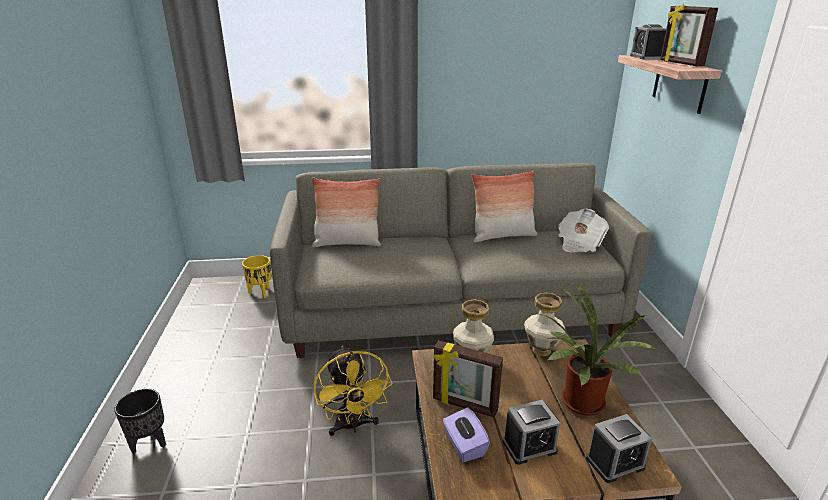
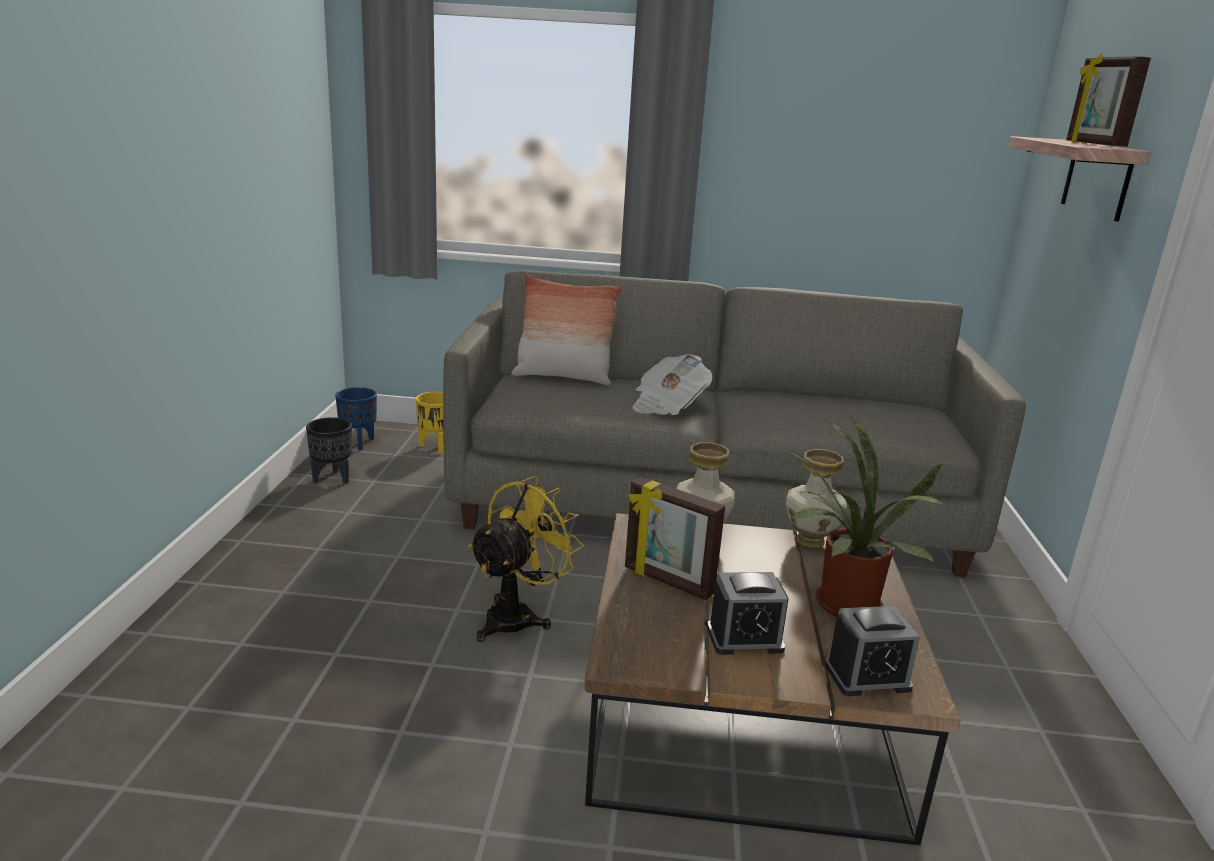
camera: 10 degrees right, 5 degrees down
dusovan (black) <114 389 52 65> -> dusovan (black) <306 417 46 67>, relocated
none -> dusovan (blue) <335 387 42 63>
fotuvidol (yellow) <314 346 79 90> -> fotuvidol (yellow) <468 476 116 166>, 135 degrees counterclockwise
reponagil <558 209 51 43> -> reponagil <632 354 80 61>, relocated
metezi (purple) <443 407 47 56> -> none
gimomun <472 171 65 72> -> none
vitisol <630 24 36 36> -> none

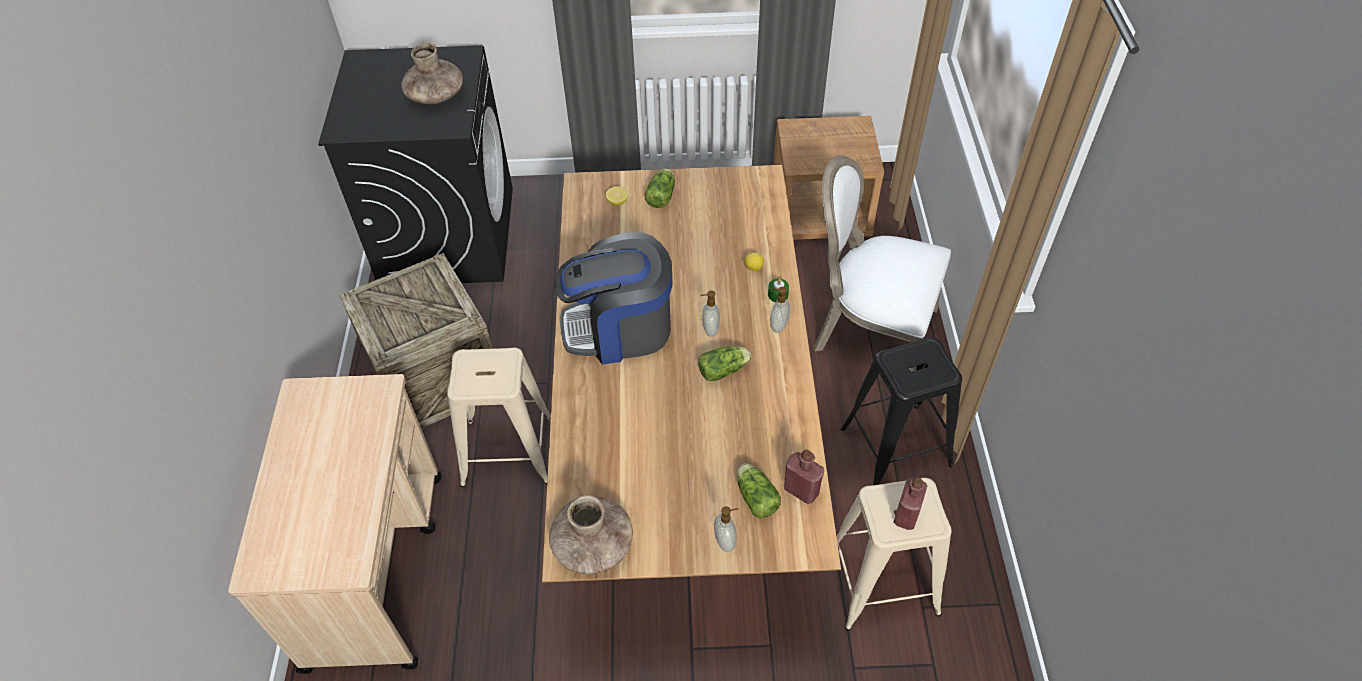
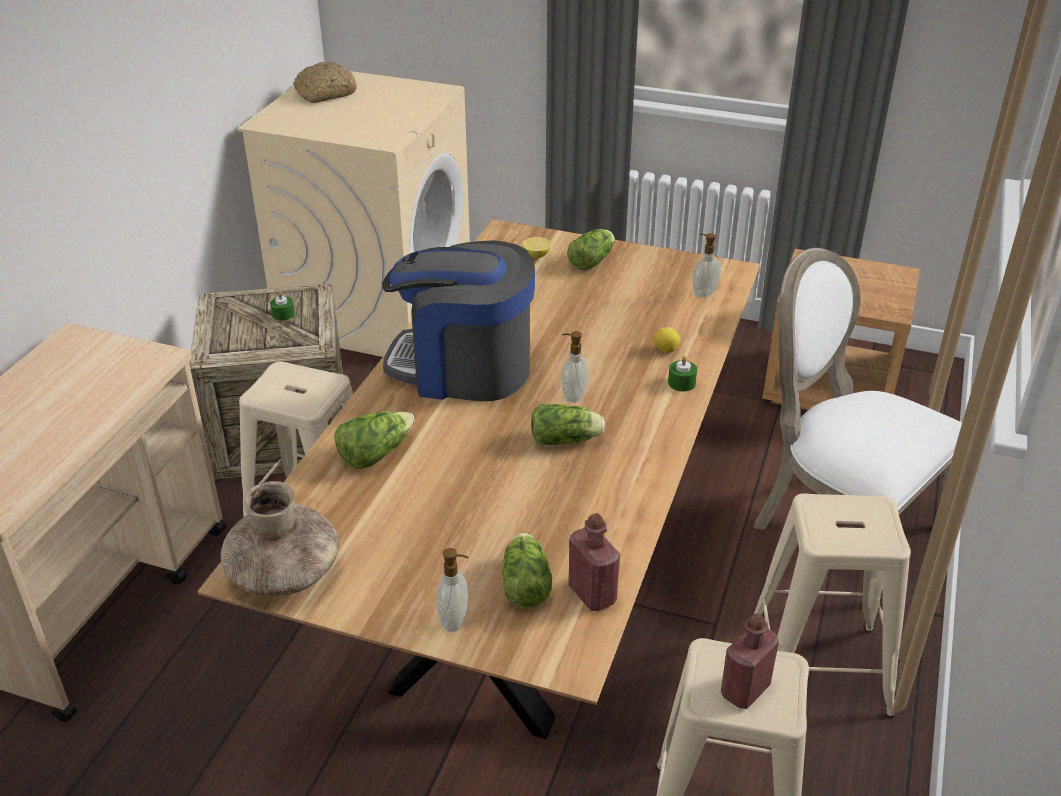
camera: 20 degrees right, 15 degrees down
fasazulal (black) <318 45 195 238> -> fasazulal (beige) <237 71 233 286>
none -> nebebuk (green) <270 291 25 30>
none -> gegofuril <293 61 64 42>
none -> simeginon <334 411 81 58>
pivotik <770 287 20 46> -> pivotik <693 233 28 65>, relocated
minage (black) <840 337 122 148> -> minage (beige) <753 493 158 225>
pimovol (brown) <401 43 62 61> -> none

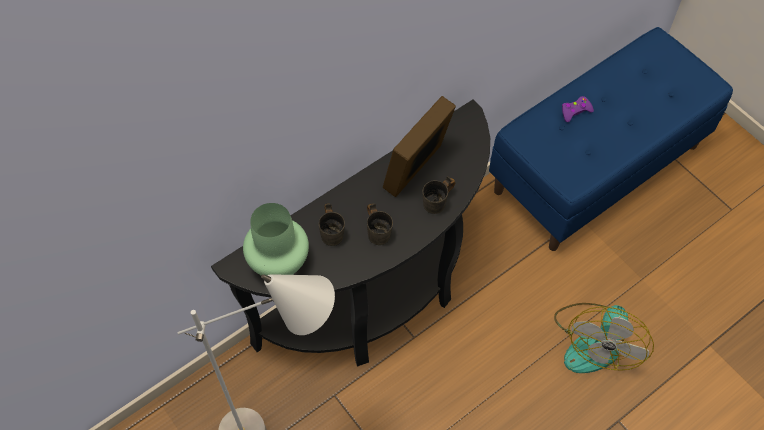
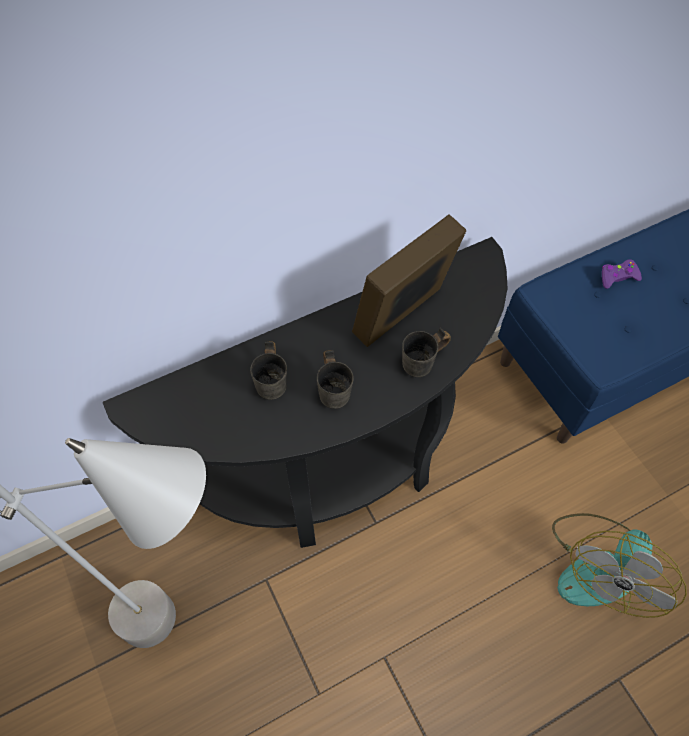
camera: 10 degrees right, 0 degrees up
pimovol (green) <243 203 66 73> -> none

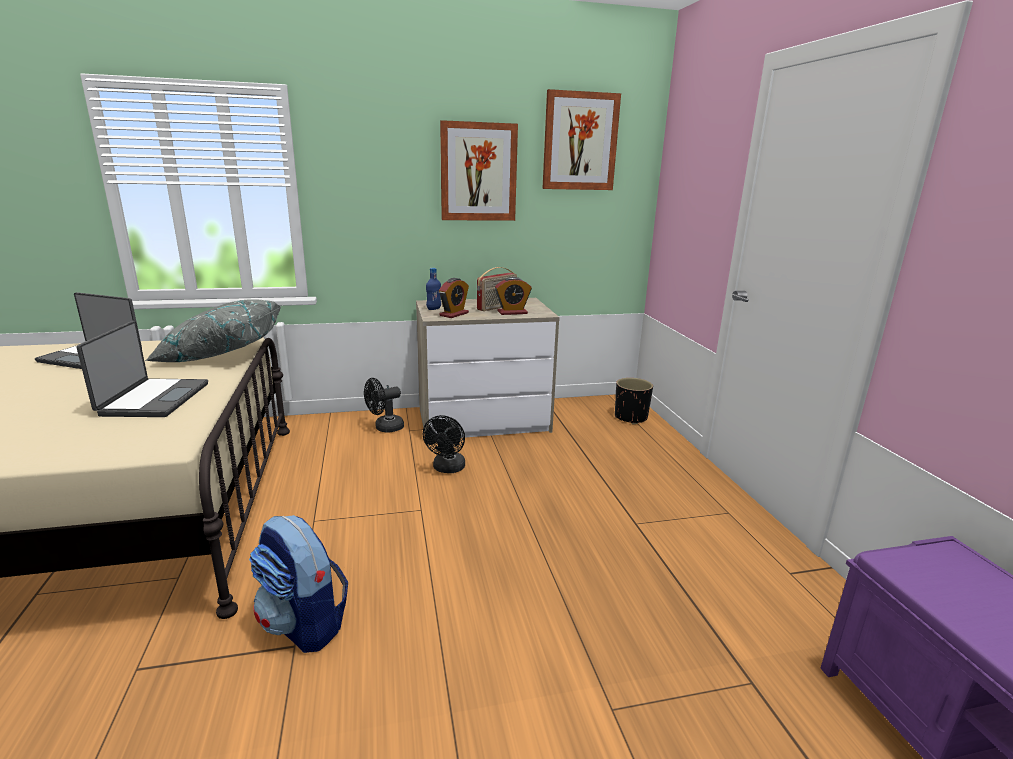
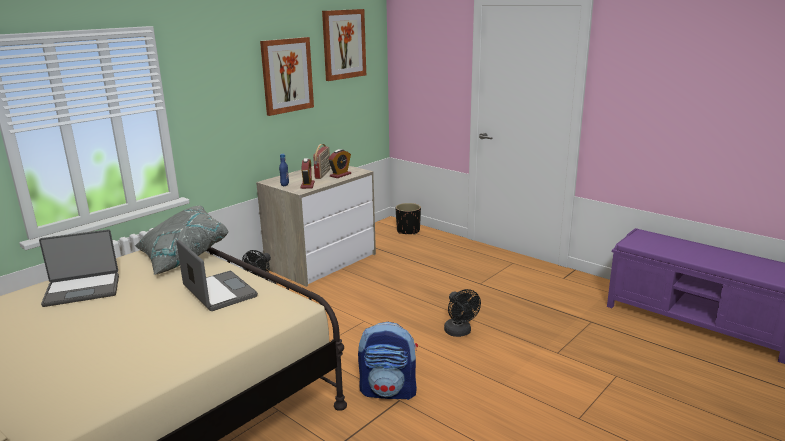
camera: 35 degrees left, 0 degrees up
fotuvidol (black) <423 415 42 58> -> fotuvidol (black) <444 289 37 48>, relocated

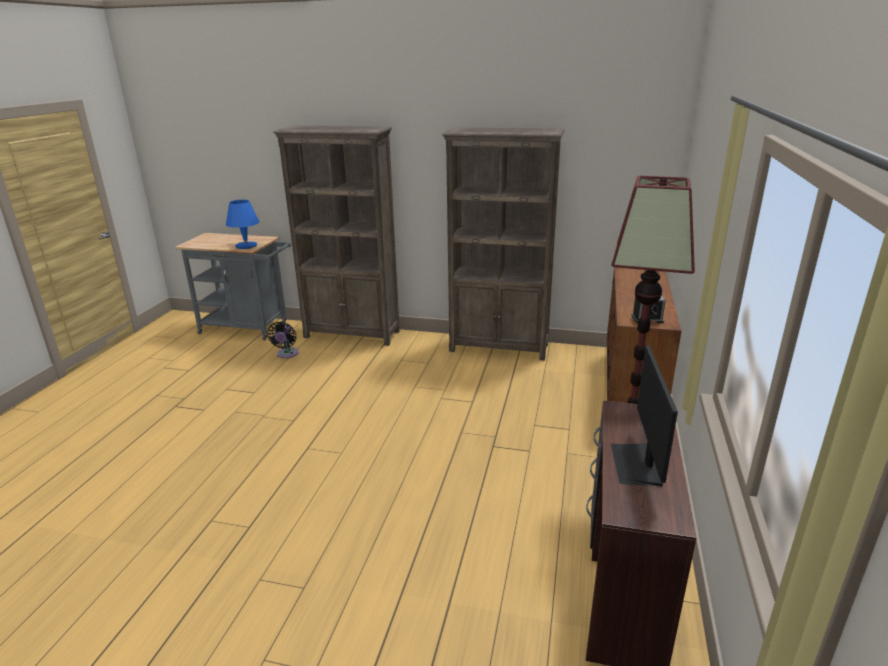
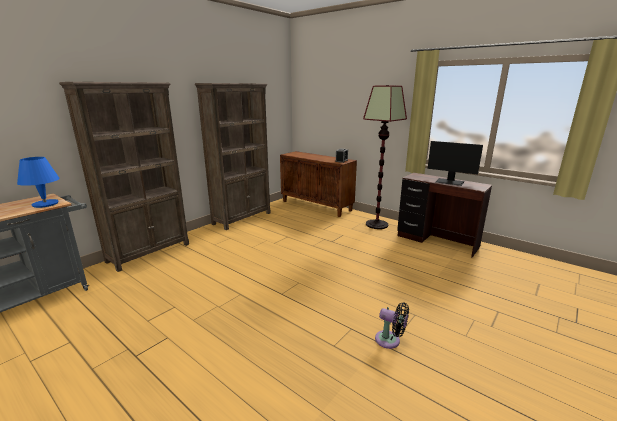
camera: 65 degrees left, 5 degrees down
fotuvidol (black) <267 322 32 36> -> fotuvidol (black) <375 302 34 47>, relocated

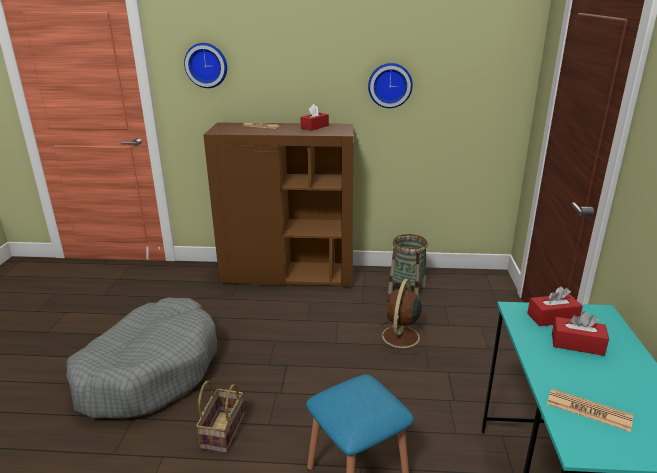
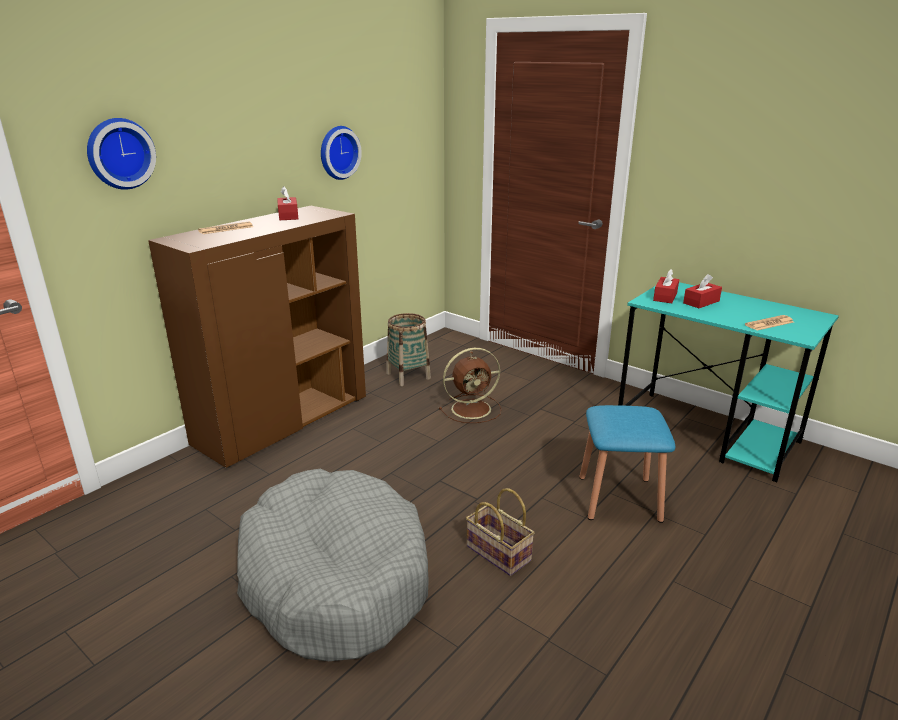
camera: 55 degrees left, 0 degrees up
fotuvidol (brown) <374 279 53 76> -> fotuvidol (brown) <439 348 63 75>, 75 degrees counterclockwise

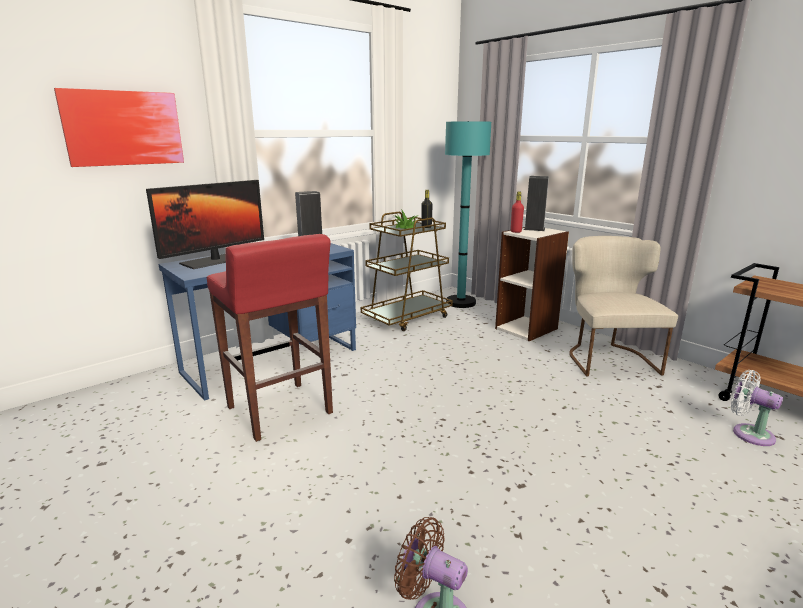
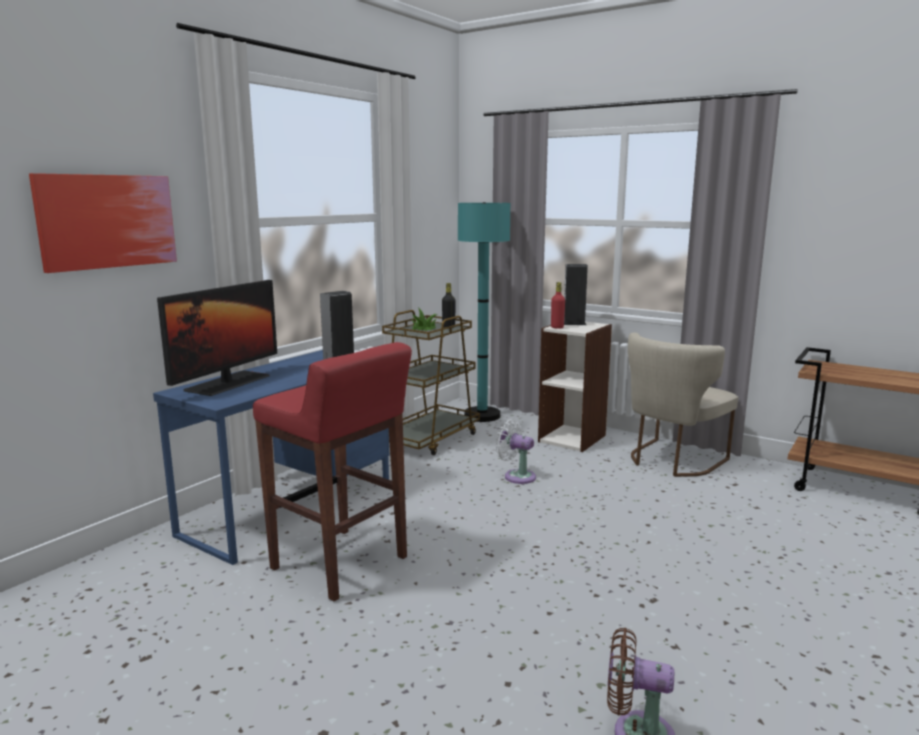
camera: 15 degrees left, 5 degrees down
fotuvidol (white) <731 370 52 76> -> fotuvidol (white) <495 419 41 65>, relocated
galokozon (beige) <569 236 109 140> -> galokozon (beige) <628 333 110 144>, 120 degrees counterclockwise

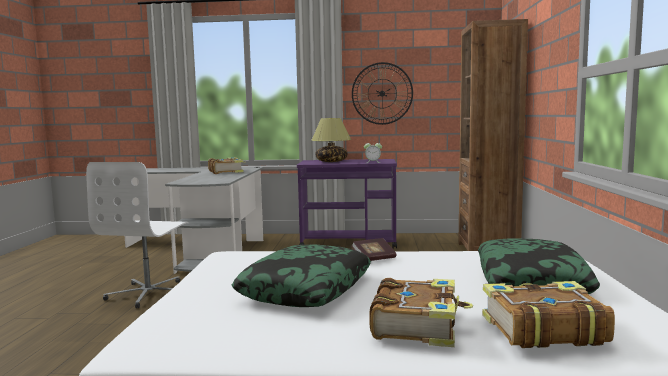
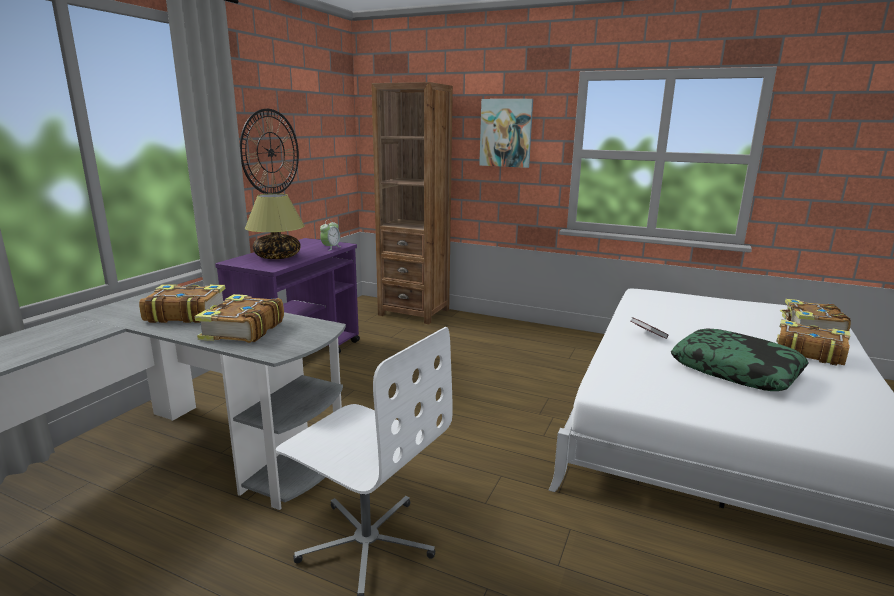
camera: 70 degrees left, 10 degrees up
none -> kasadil <195 294 89 49>
none -> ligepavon <479 99 54 69>
gimomun <478 238 122 56> -> none

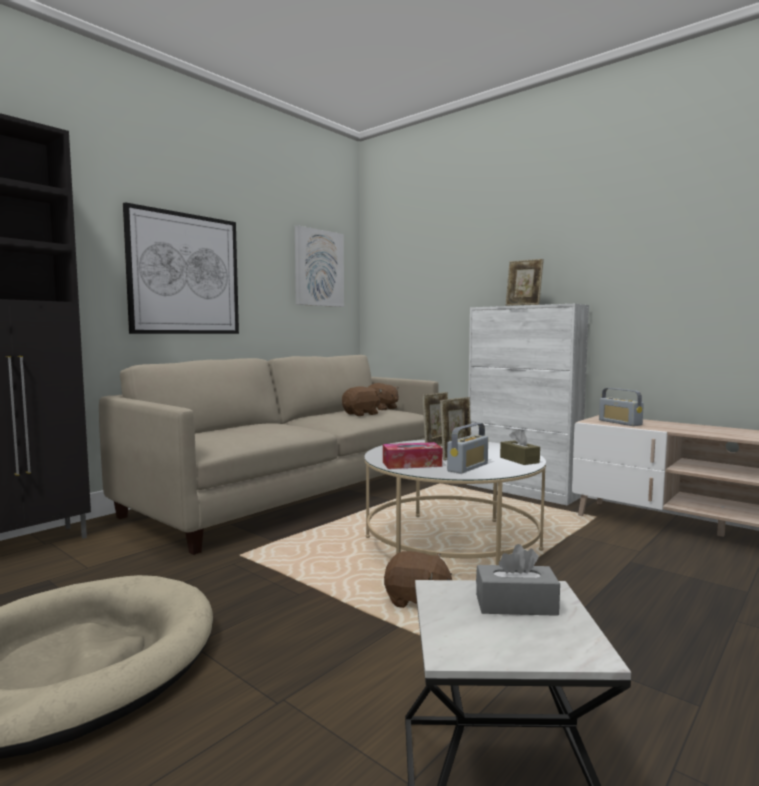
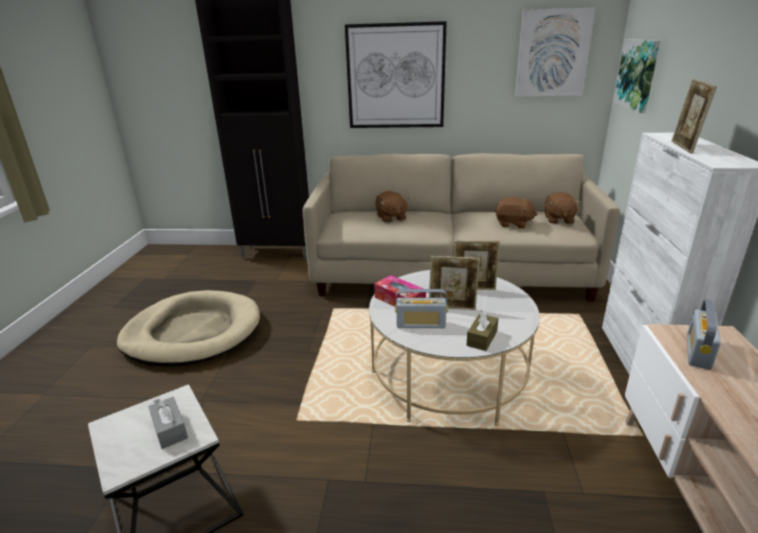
camera: 55 degrees right, 20 degrees up
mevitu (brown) <384 551 68 57> -> mevitu (brown) <376 191 33 32>, relocated
none -> ligepavon <613 39 47 74>

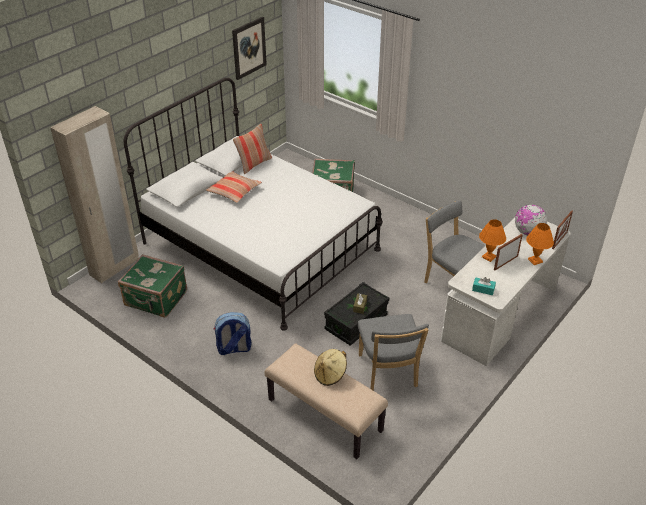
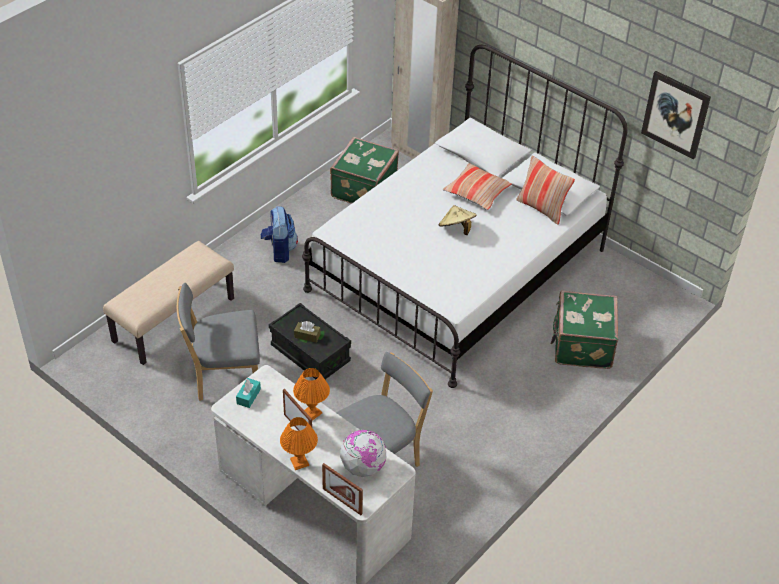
camera: 90 degrees right, 5 degrees up
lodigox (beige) <314 349 33 37> -> lodigox (beige) <438 205 39 30>, relocated

